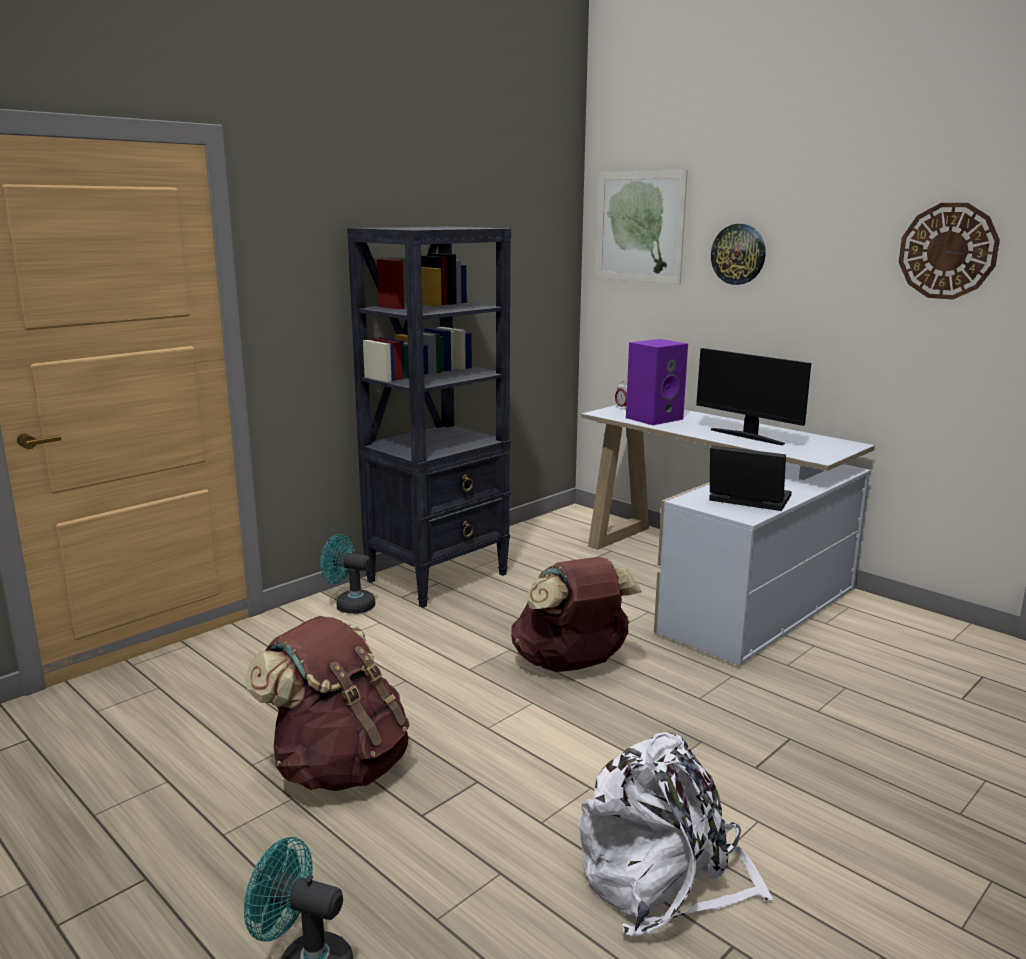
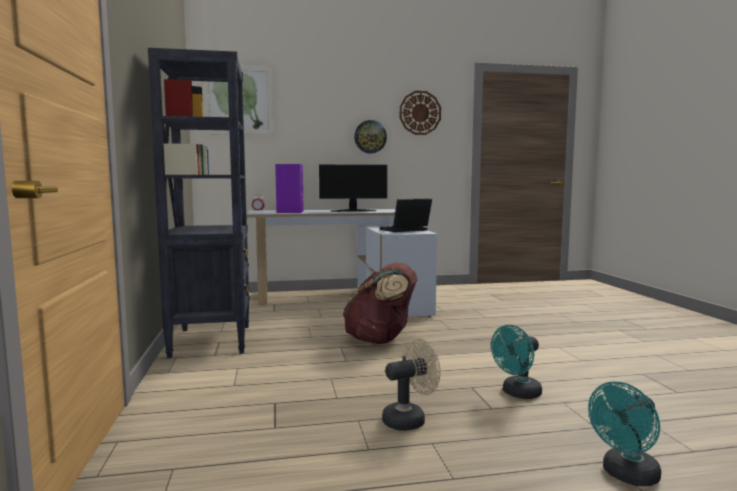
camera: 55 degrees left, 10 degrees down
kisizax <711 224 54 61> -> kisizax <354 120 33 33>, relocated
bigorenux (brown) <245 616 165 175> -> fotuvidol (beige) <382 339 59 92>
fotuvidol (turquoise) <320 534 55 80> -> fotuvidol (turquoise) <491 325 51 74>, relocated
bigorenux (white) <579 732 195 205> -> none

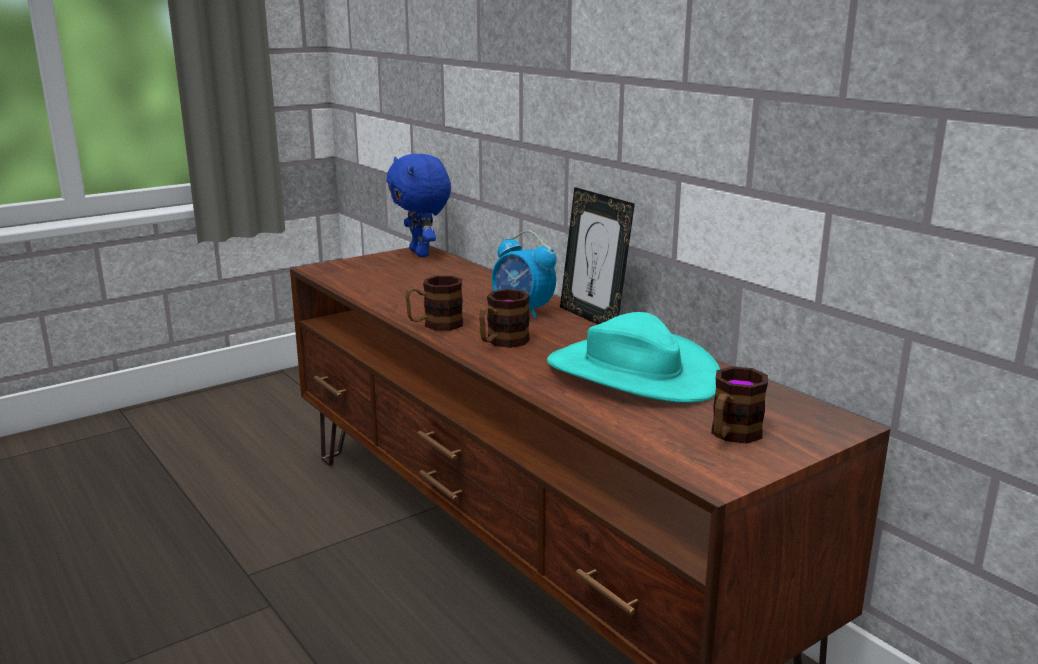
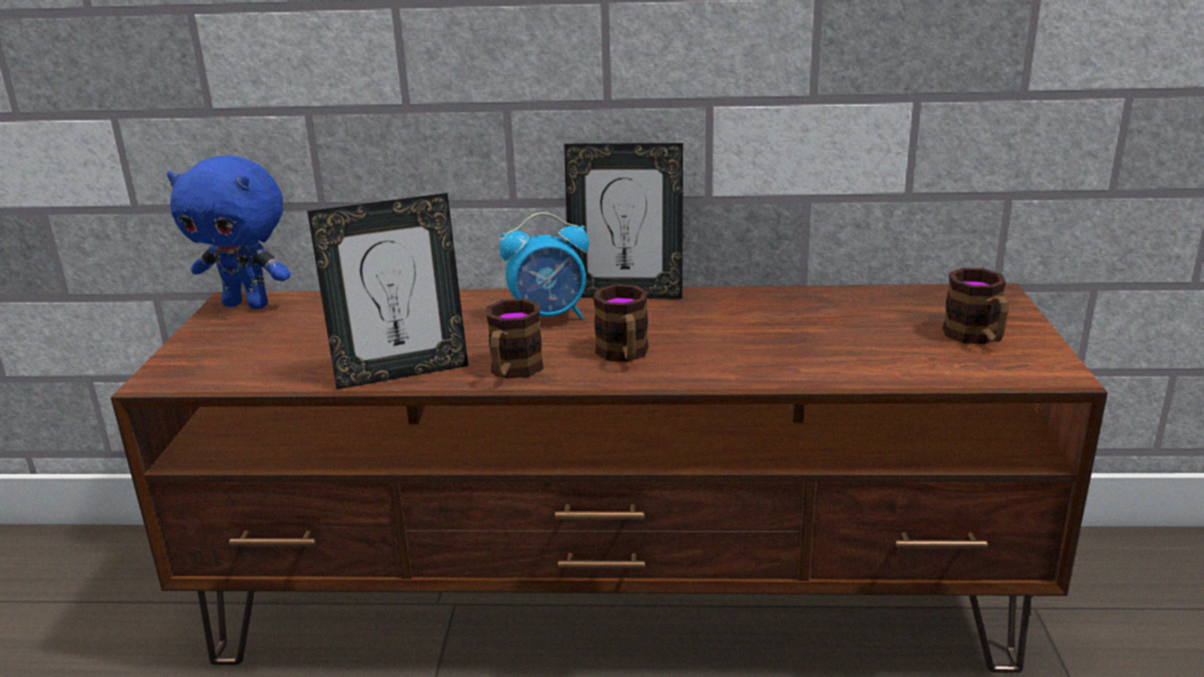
camera: 50 degrees left, 5 degrees up
none -> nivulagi <307 193 161 196>
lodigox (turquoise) <547 312 173 91> -> none

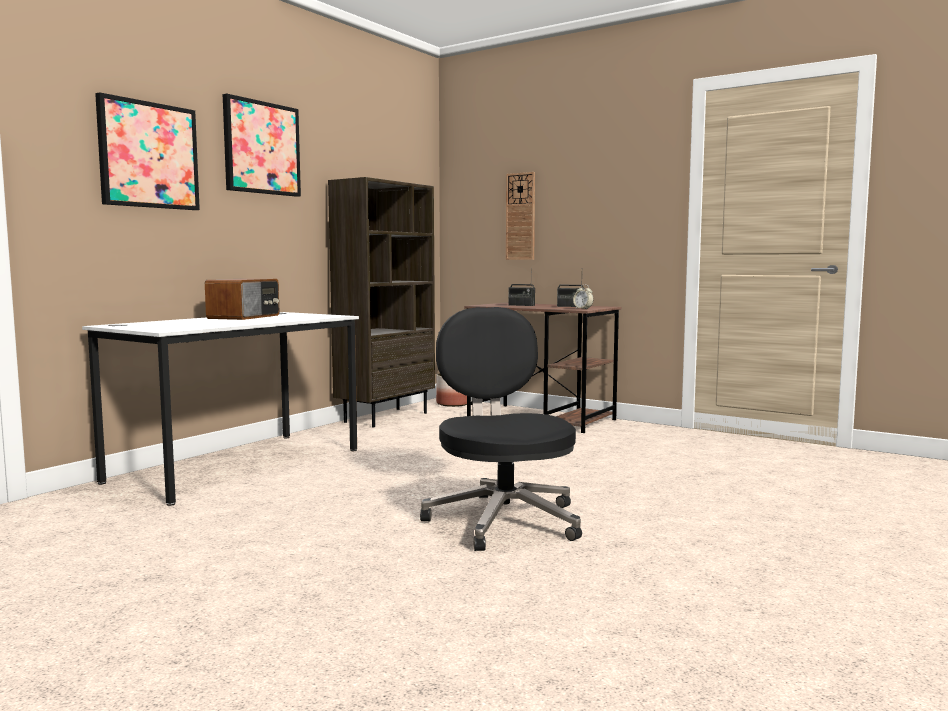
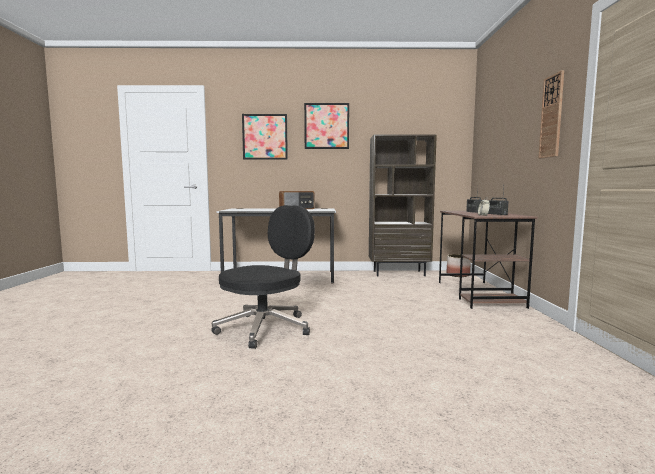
camera: 55 degrees right, 0 degrees up
kisizax <506 172 29 88> -> kisizax <538 70 26 89>, relocated

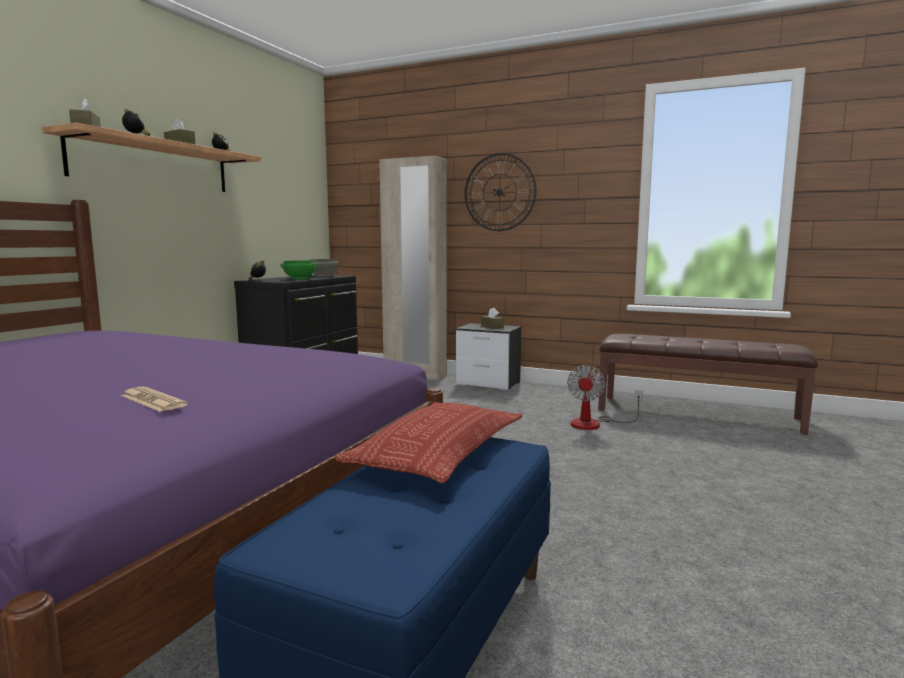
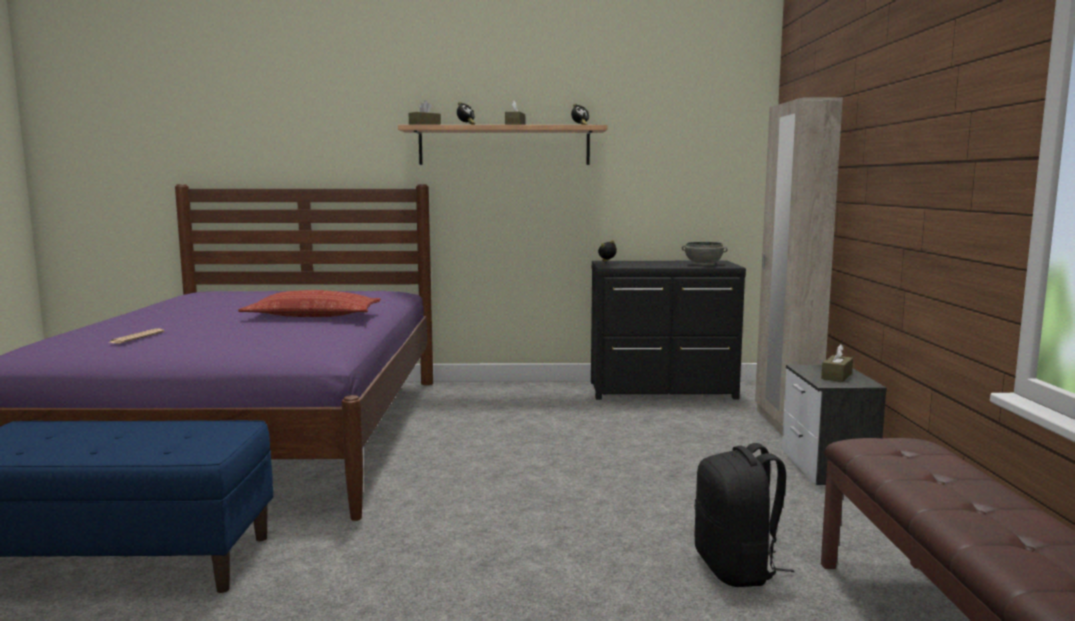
camera: 65 degrees right, 0 degrees up
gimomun <334 402 188 81> -> gimomun <238 290 143 27>, relocated
fotuvidol <567 365 76 65> -> bigorenux (black) <695 443 99 144>
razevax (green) <281 260 37 19> -> none
kisizax <465 153 72 78> -> none

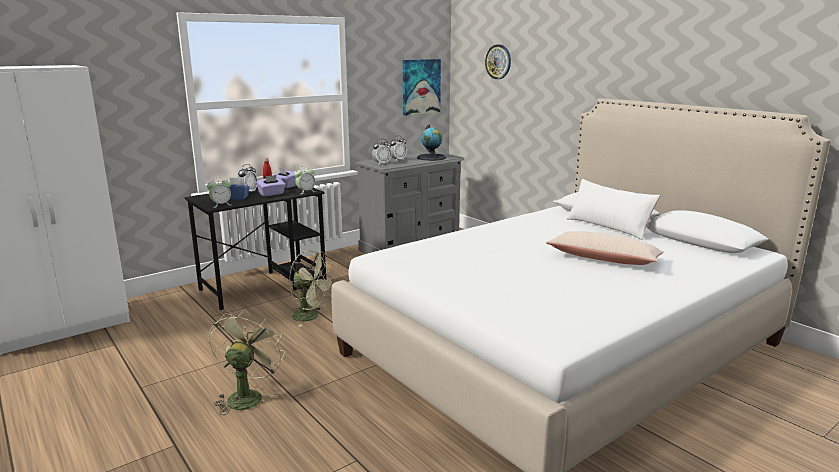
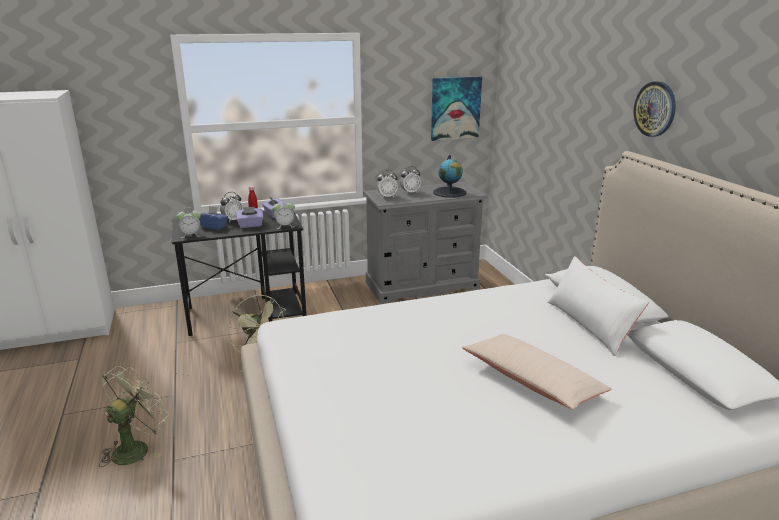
camera: 20 degrees right, 5 degrees up
kisizax <485 44 26 35> -> kisizax <633 81 43 56>, relocated

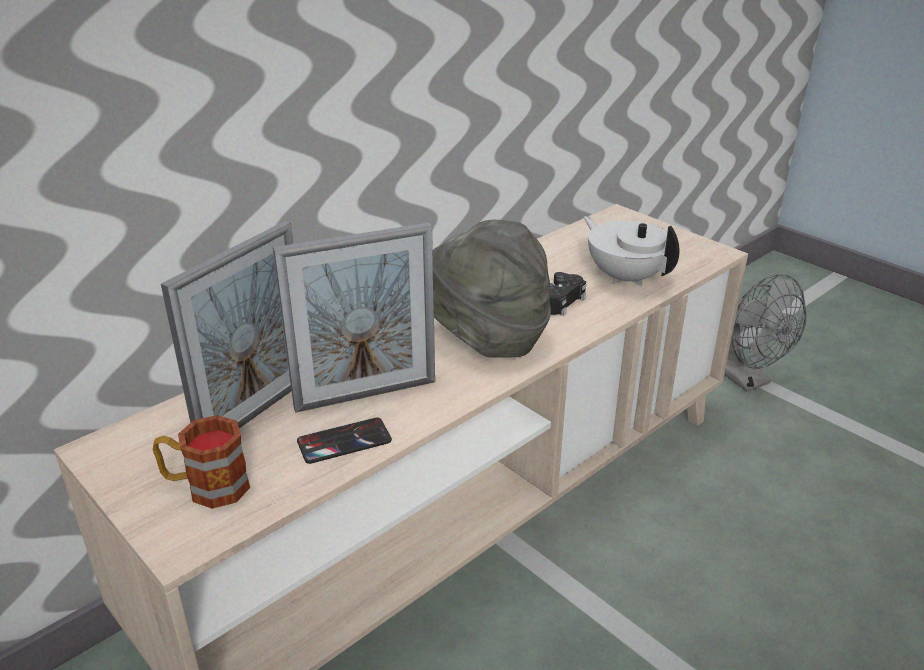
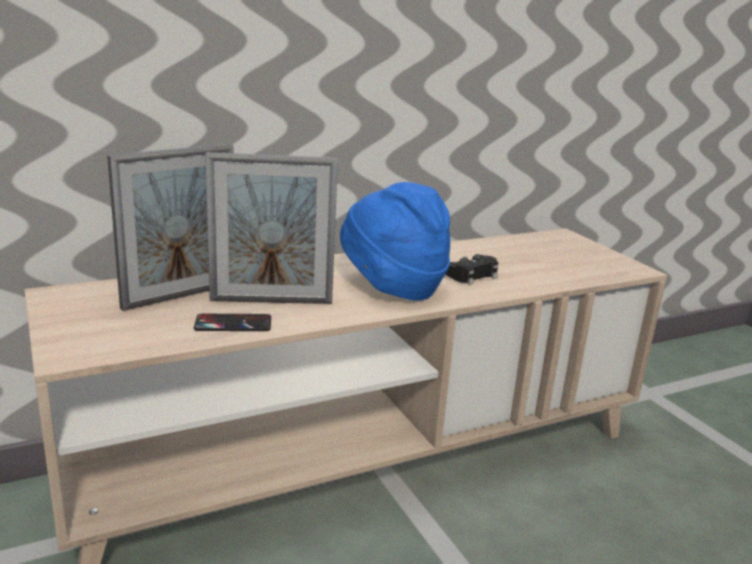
camera: 15 degrees right, 10 degrees down
lodigox (grey) <433 220 118 138> -> lodigox (blue) <340 182 110 119>
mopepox <153 415 97 94> -> none
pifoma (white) <584 216 95 70> -> none
fotuvidol (grey) <724 274 83 118> -> none

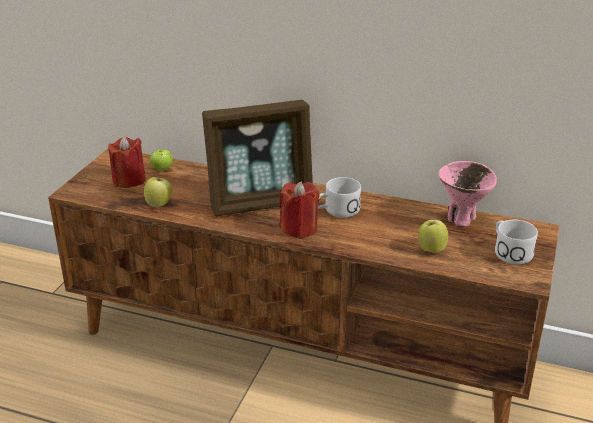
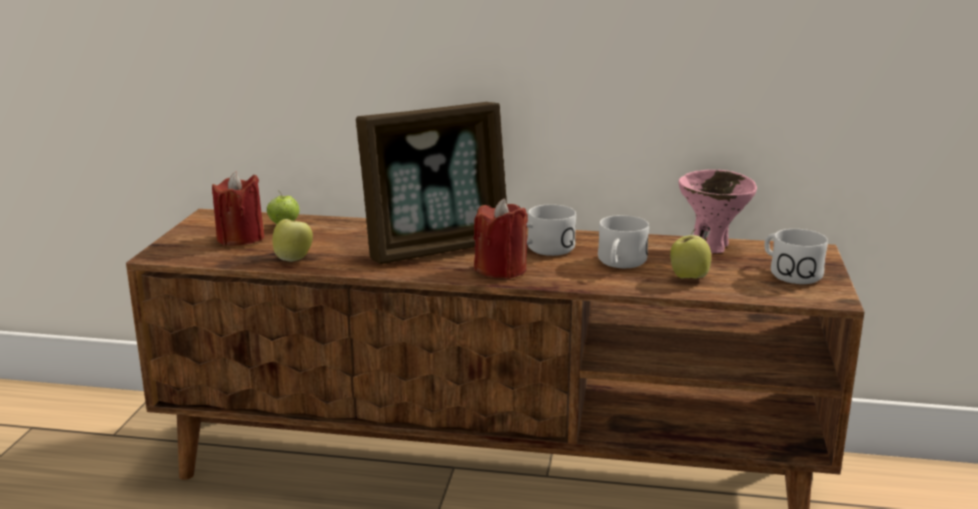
camera: 10 degrees left, 10 degrees down
none -> mopepox (white) <598 215 51 53>

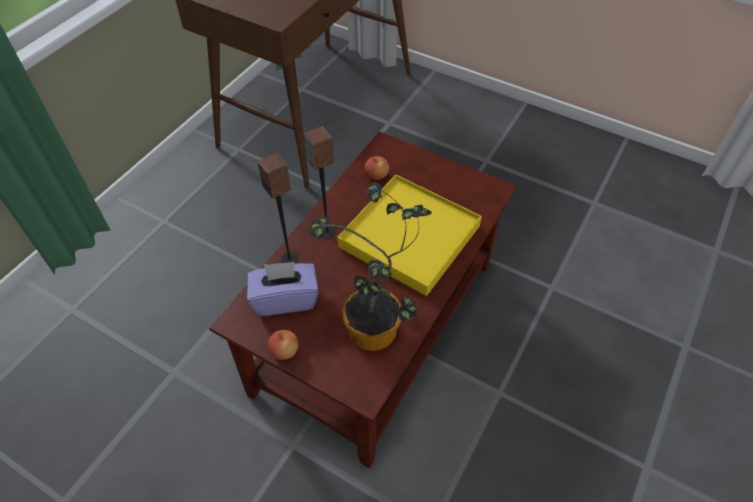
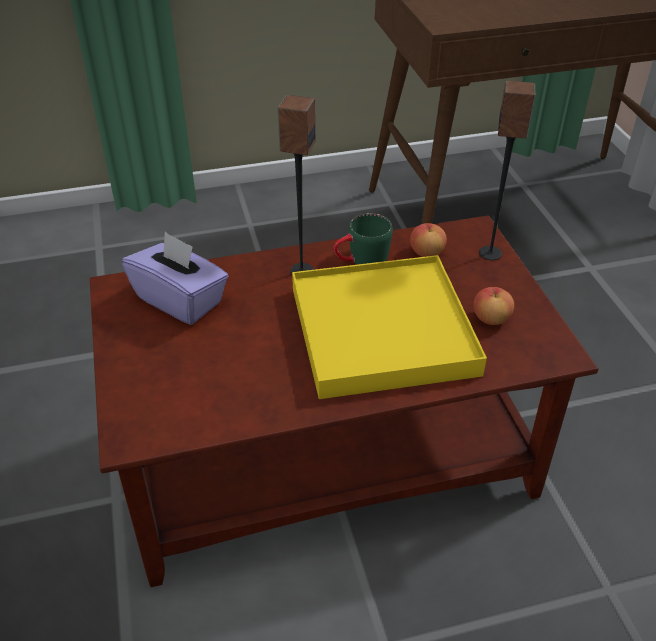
camera: 45 degrees right, 10 degrees down
none -> mopepox (green) <333 213 60 52>
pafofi <268 330 31 30> -> pafofi <474 287 40 38>, relocated
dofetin <258 153 40 111> -> dofetin <479 81 56 179>, relocated
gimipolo <310 182 122 169> -> none

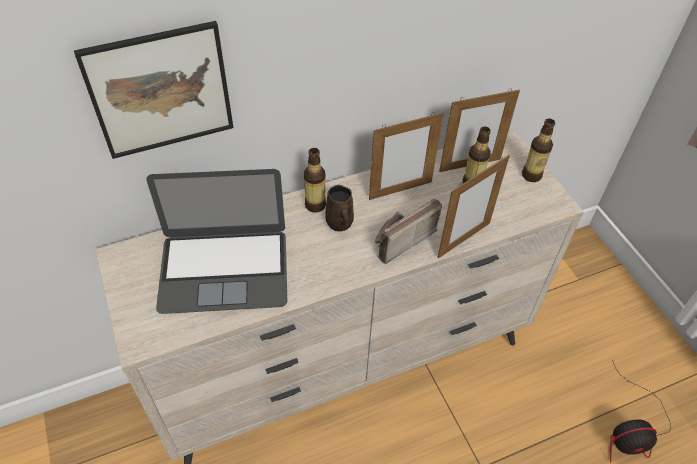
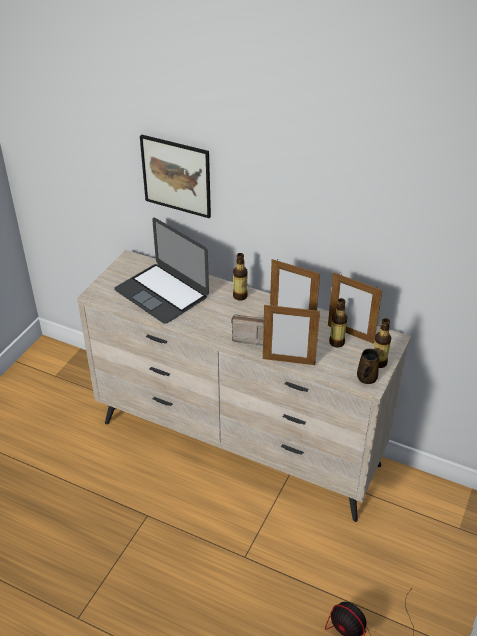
camera: 50 degrees right, 10 degrees down
mopepox (brown) <325 185 29 46> -> mopepox (brown) <357 349 23 35>, relocated

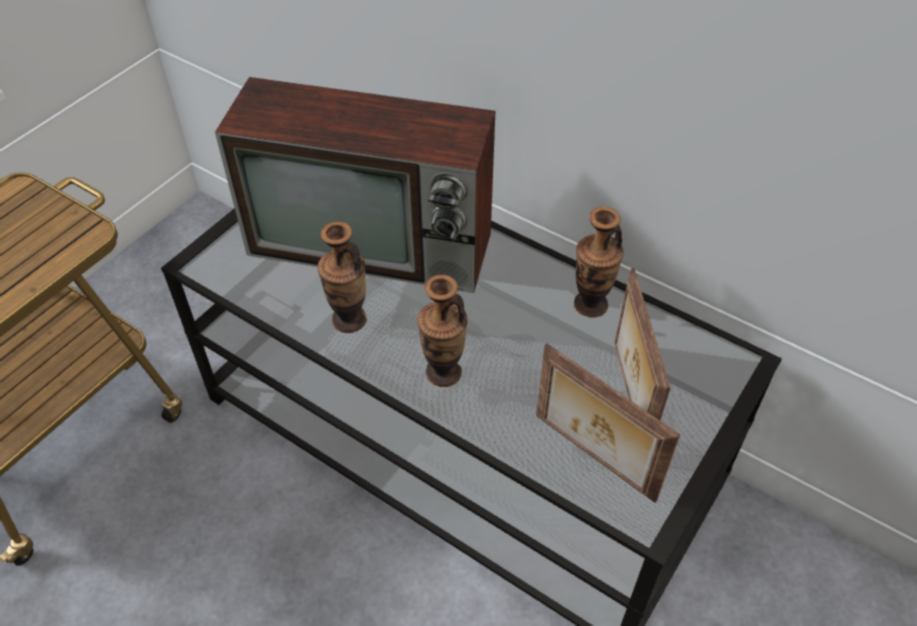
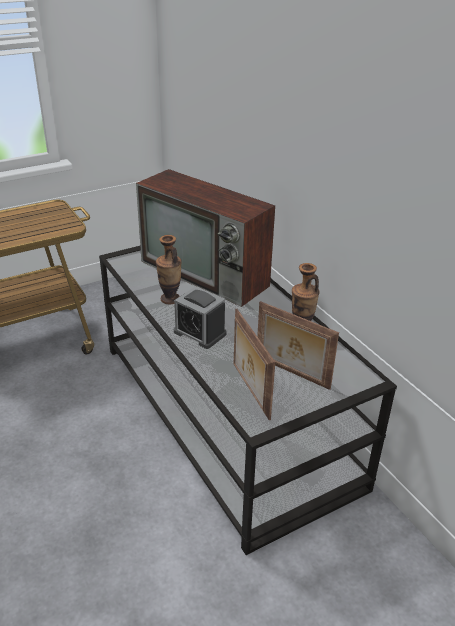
camera: 25 degrees right, 15 degrees down
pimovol <417 275 51 112> -> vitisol <174 286 53 63>
nivulagi <614 268 56 152> -> nivulagi <257 301 82 89>, 75 degrees counterclockwise

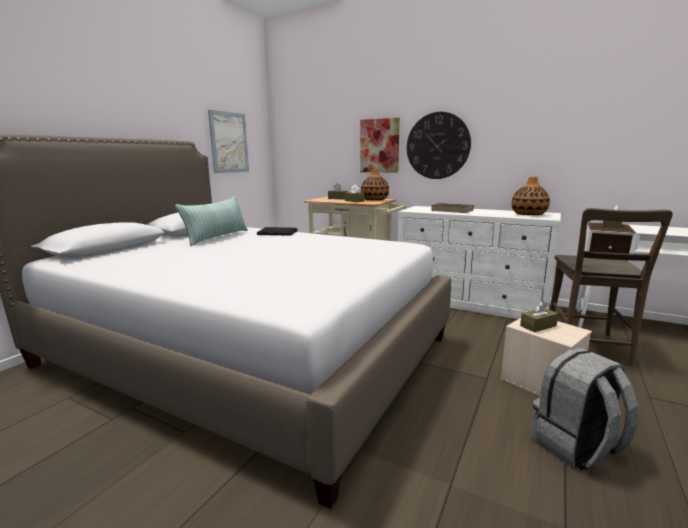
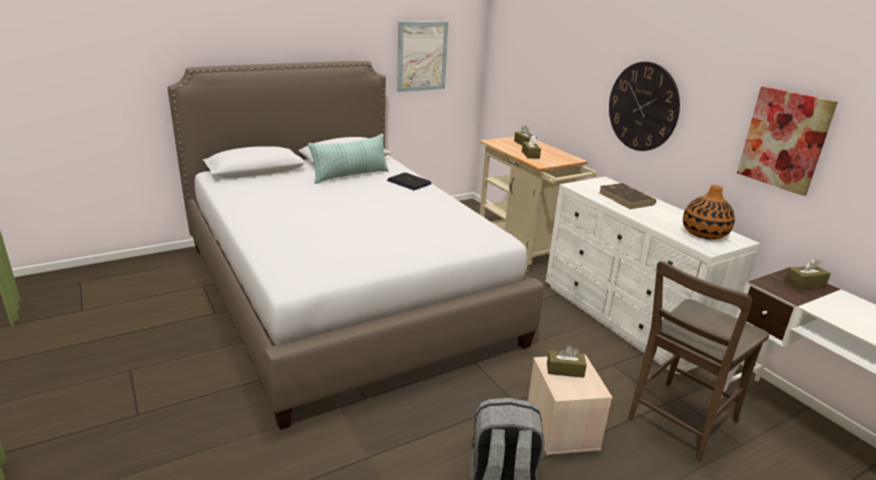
camera: 30 degrees right, 10 degrees up
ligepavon <360 118 40 54> -> ligepavon <737 86 101 110>, relocated
pimovol <361 169 28 31> -> none

